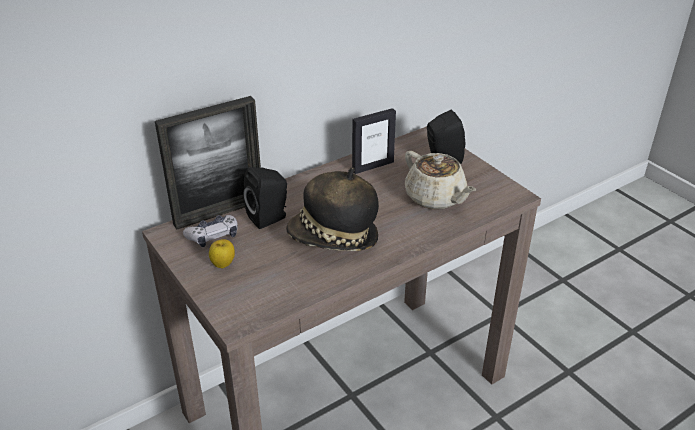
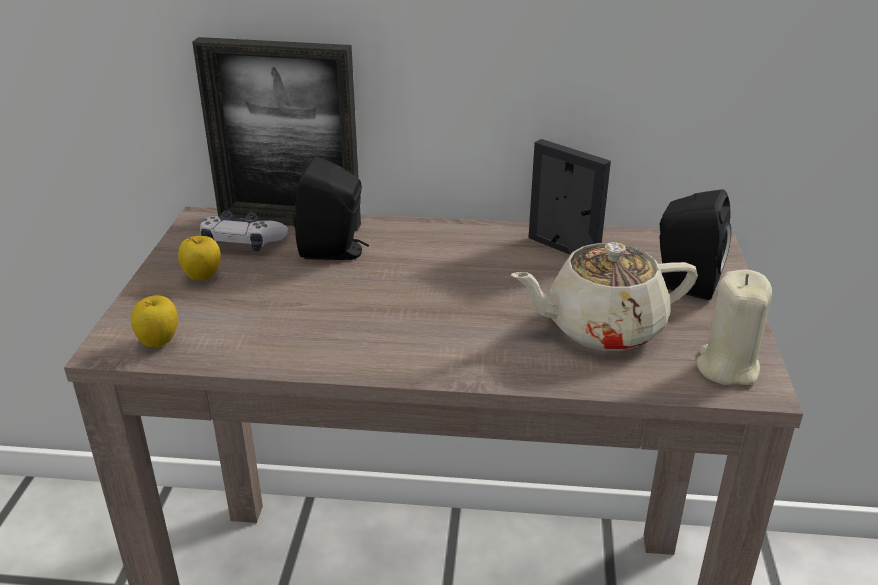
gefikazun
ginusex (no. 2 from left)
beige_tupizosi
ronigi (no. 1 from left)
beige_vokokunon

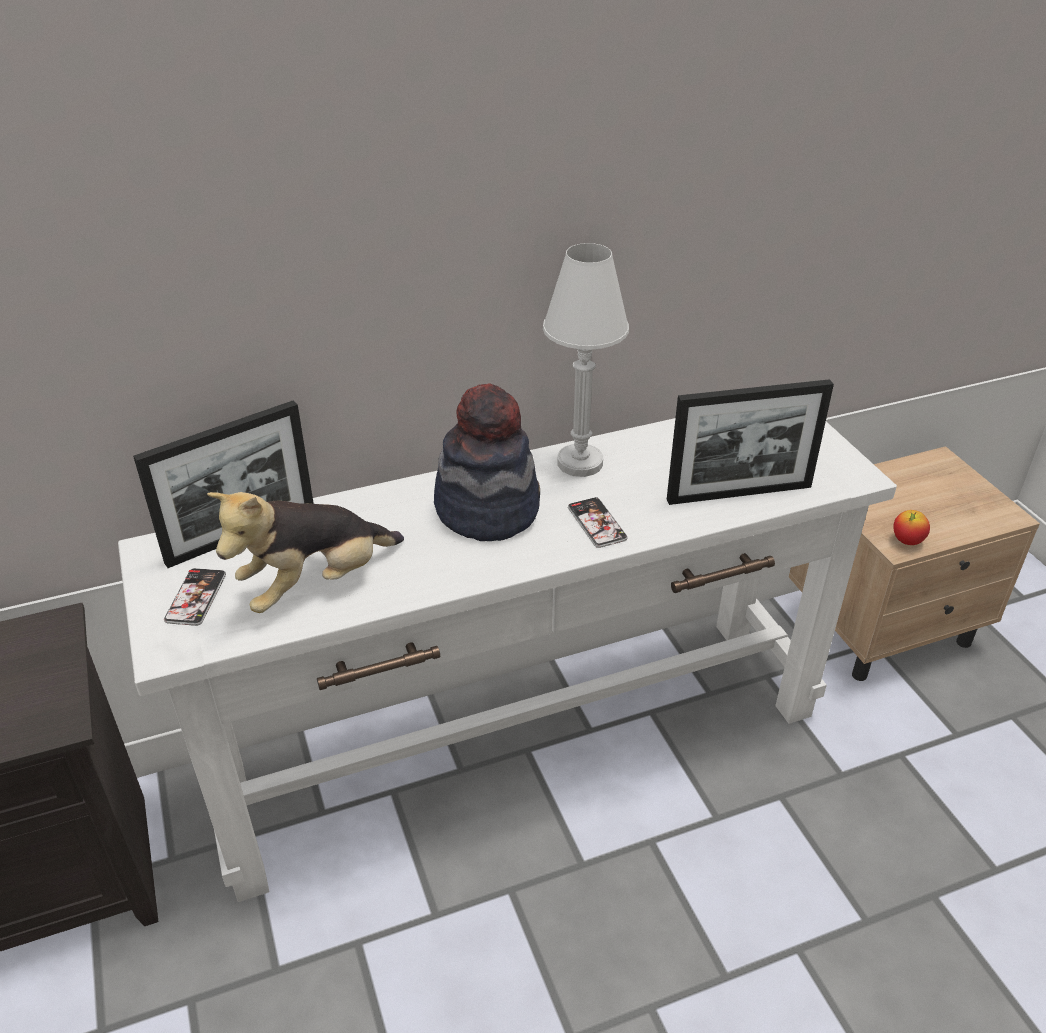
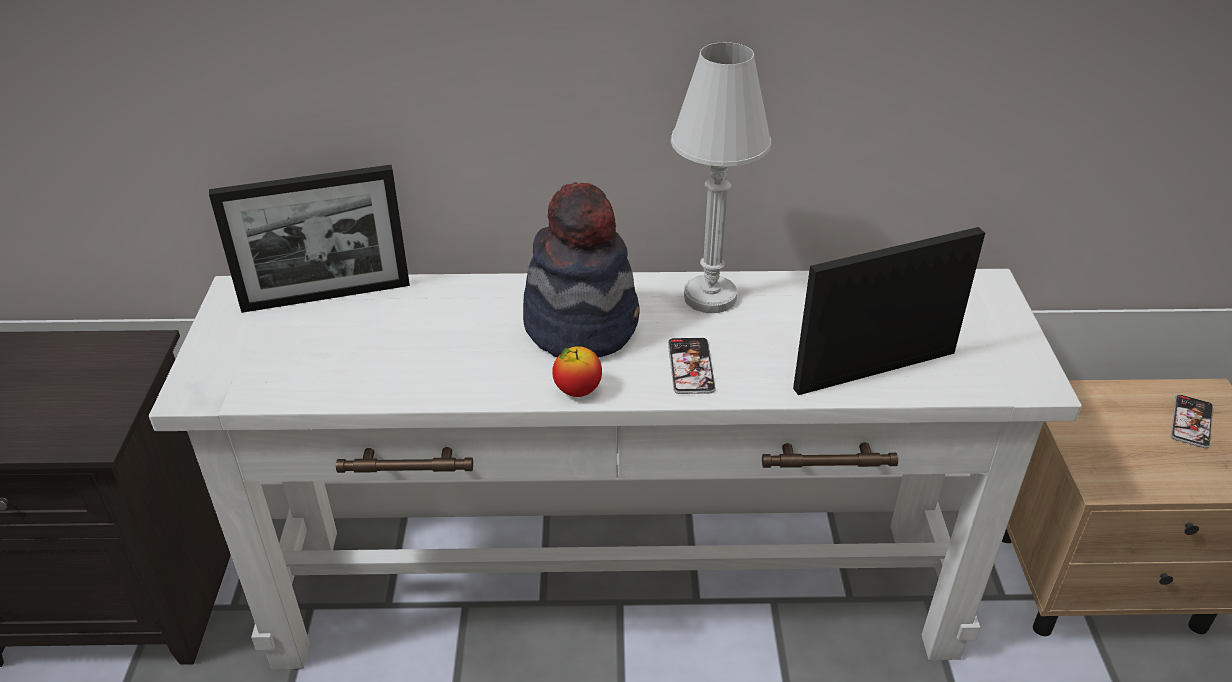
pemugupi (no. 2 from left)
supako
ginusex (no. 2 from left)
ronigi

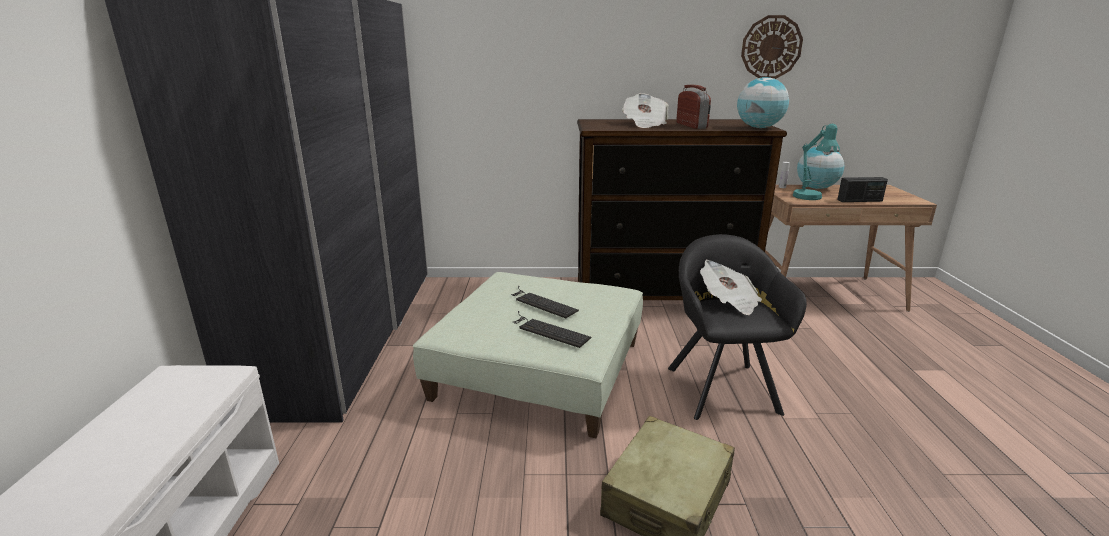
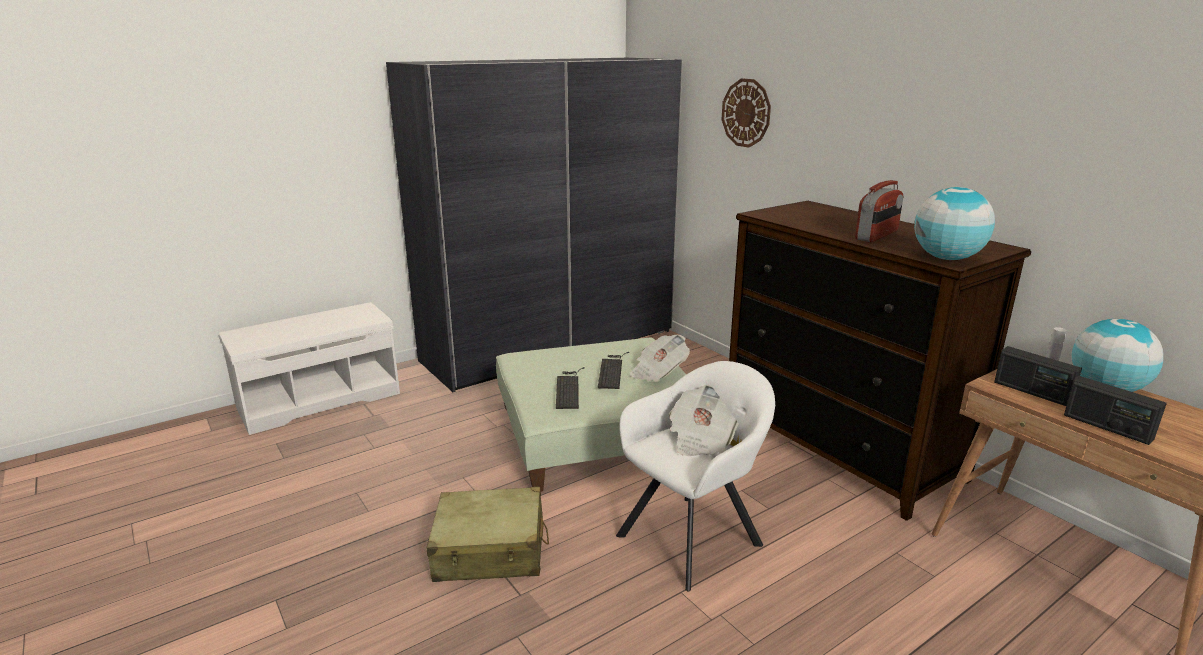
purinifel (no. 1 from left)
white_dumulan
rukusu
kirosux (no. 2 from left)

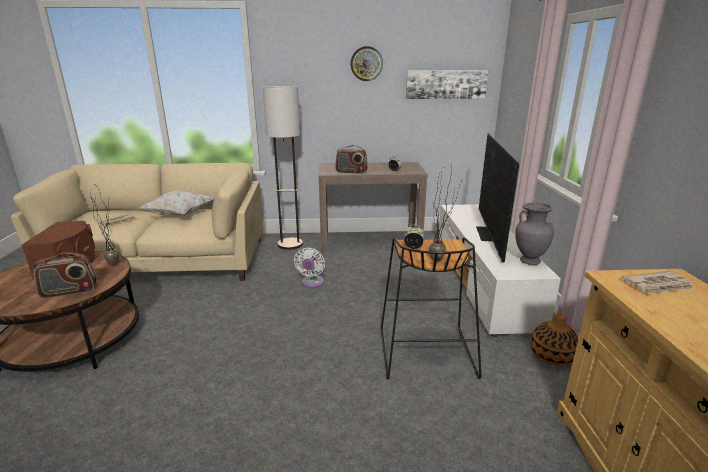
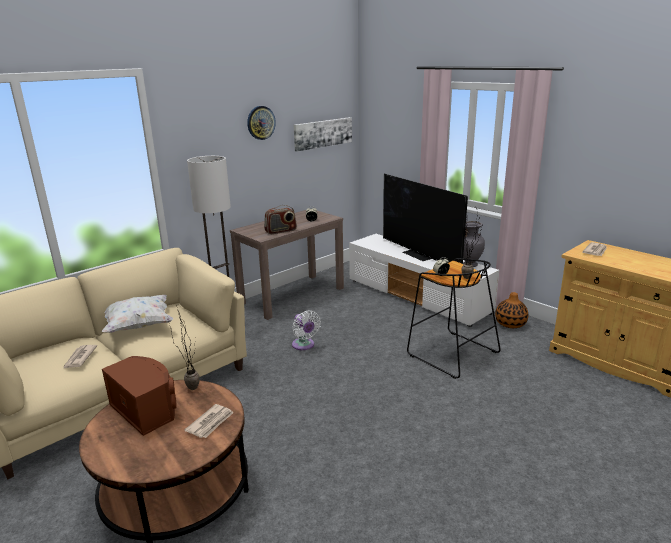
purinifel (no. 2 from left)

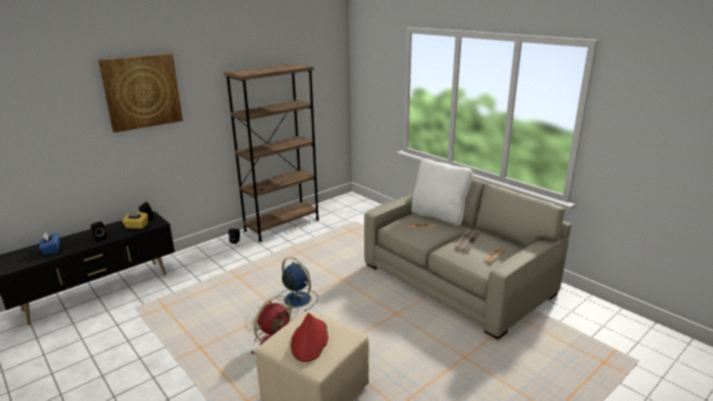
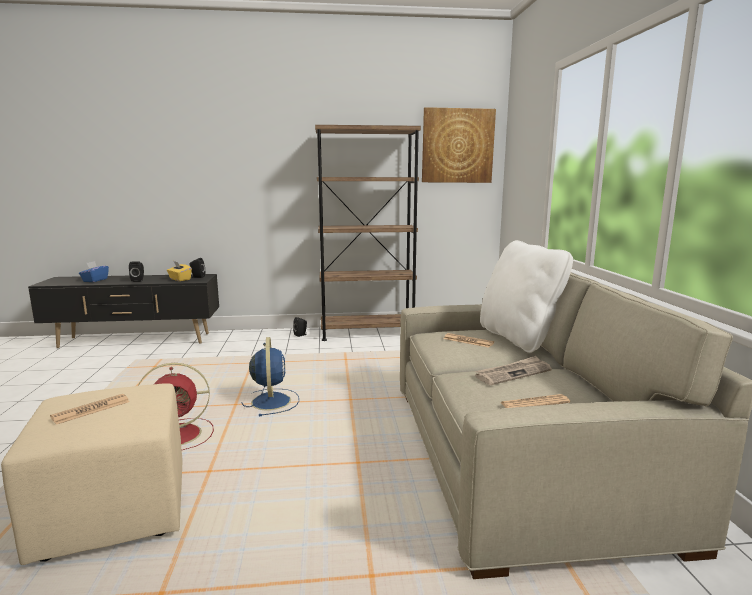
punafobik
purinifel (no. 1 from left)

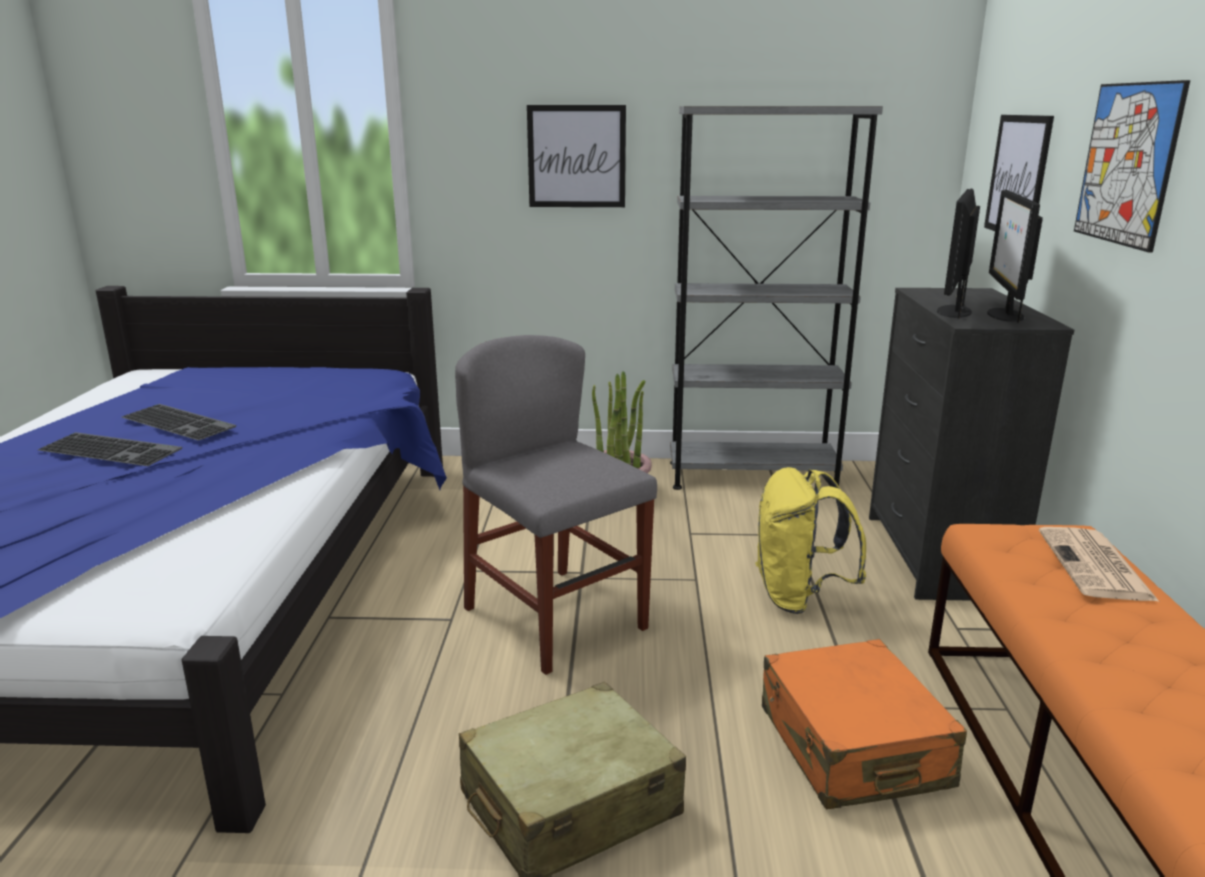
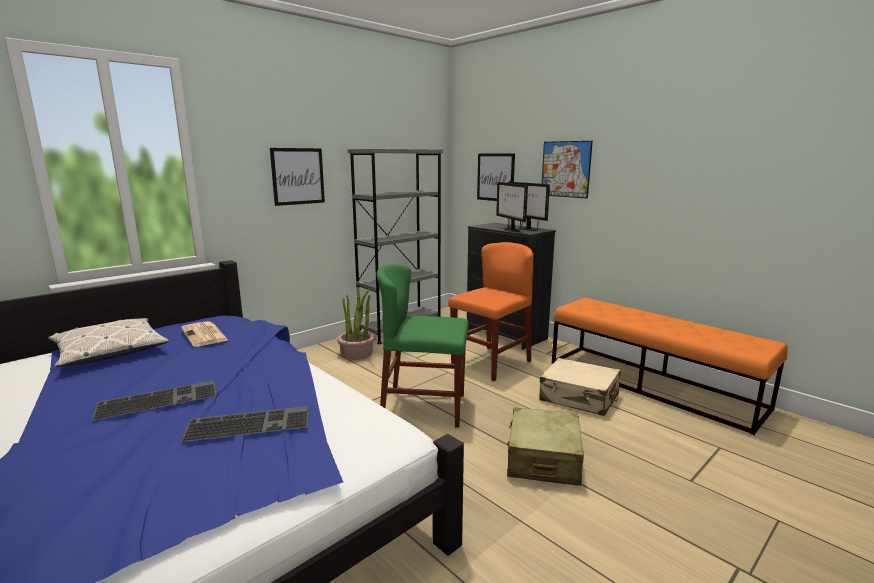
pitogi (no. 2 from left)
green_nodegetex
orange_nodegetex
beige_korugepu (no. 2 from left)
purinifel
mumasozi

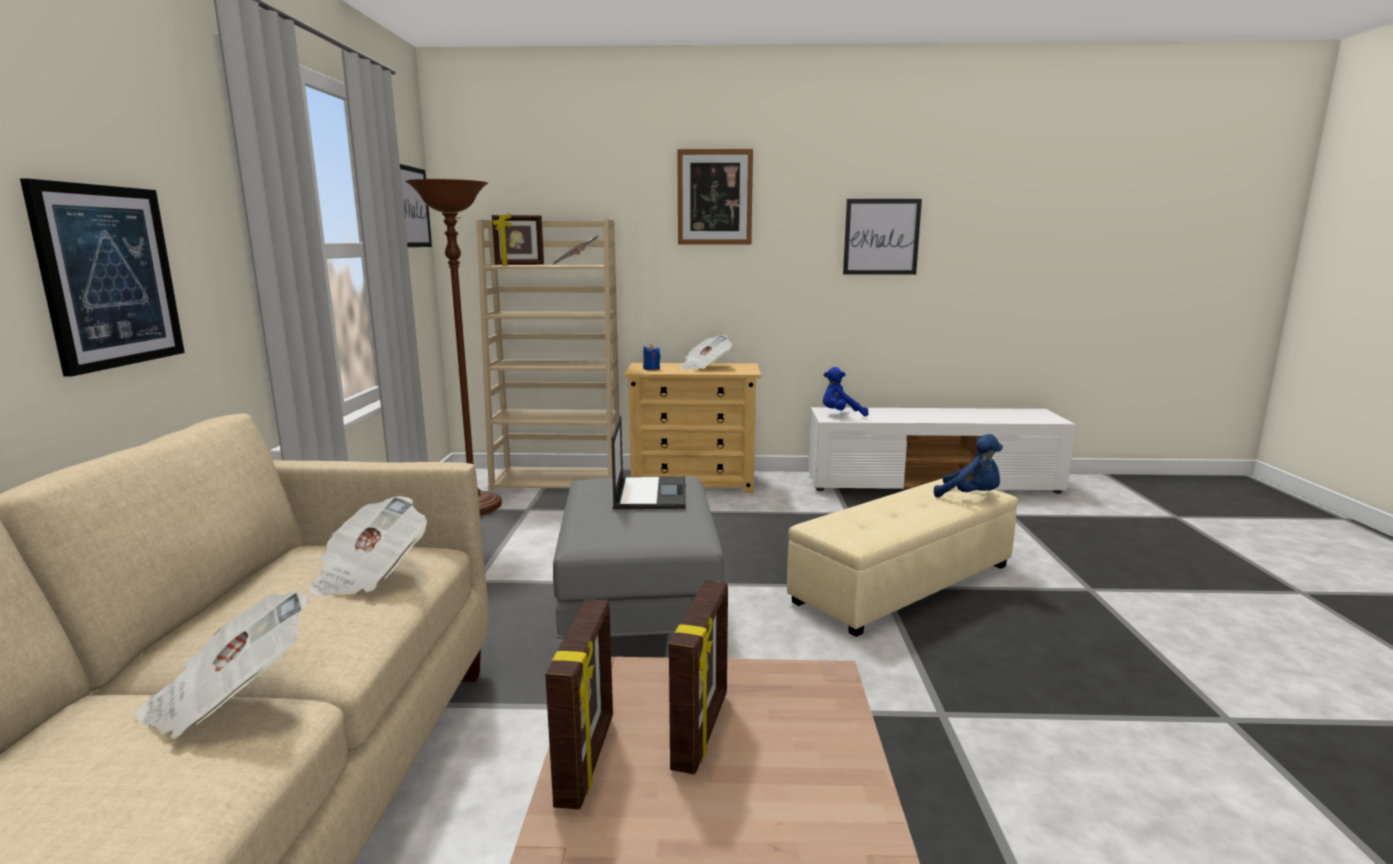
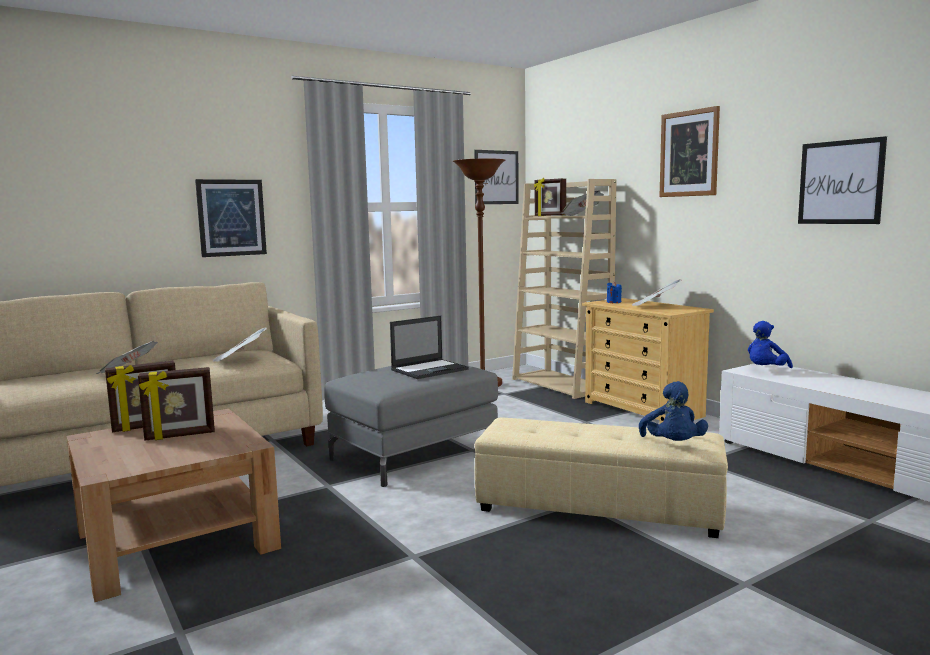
blue_supako (no. 2 from left)

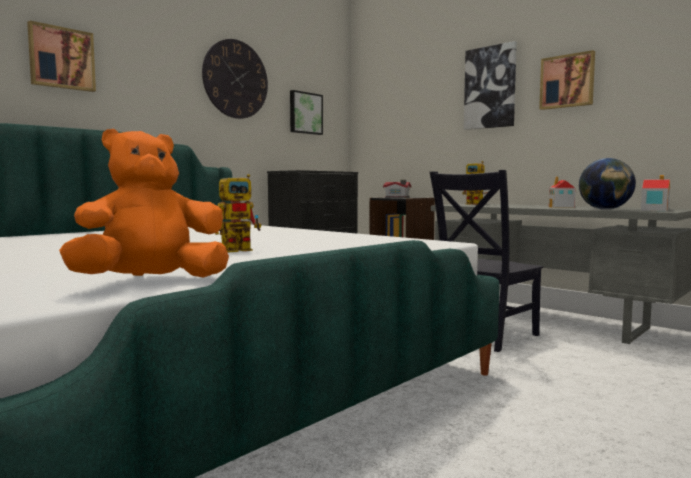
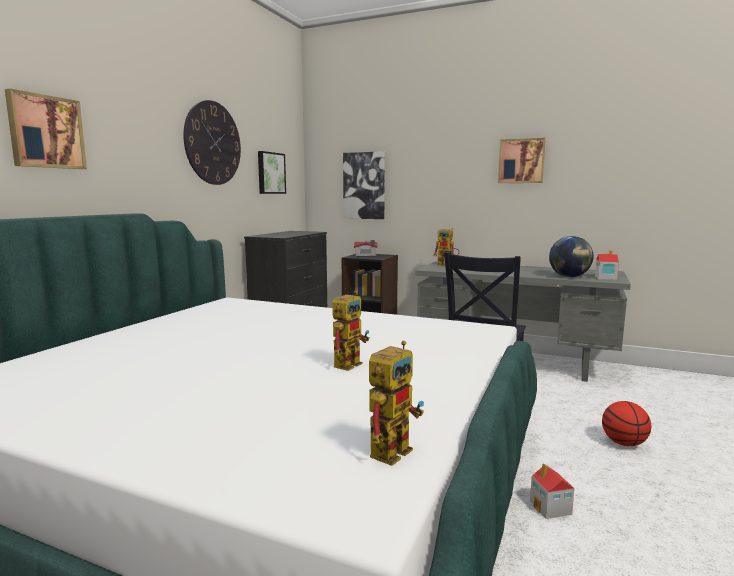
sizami (no. 2 from left)
punafobik (no. 3 from left)
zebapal (no. 2 from left)
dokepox

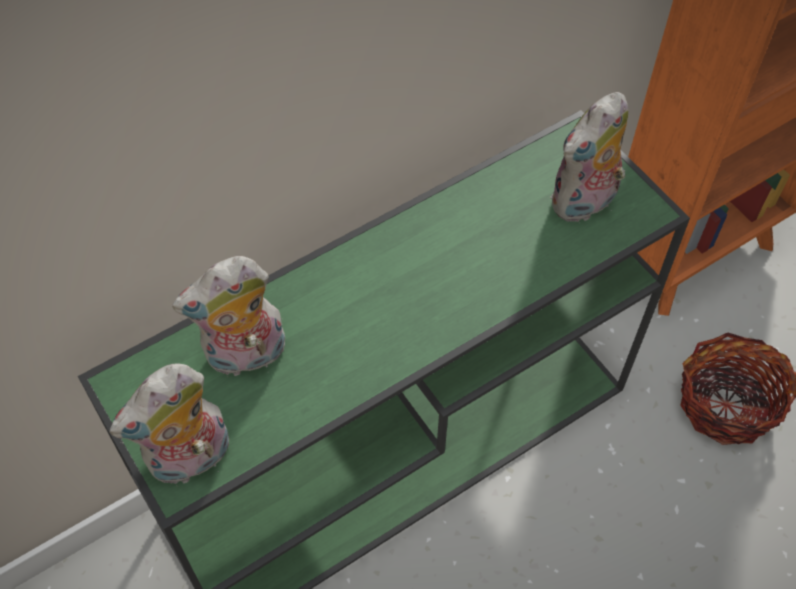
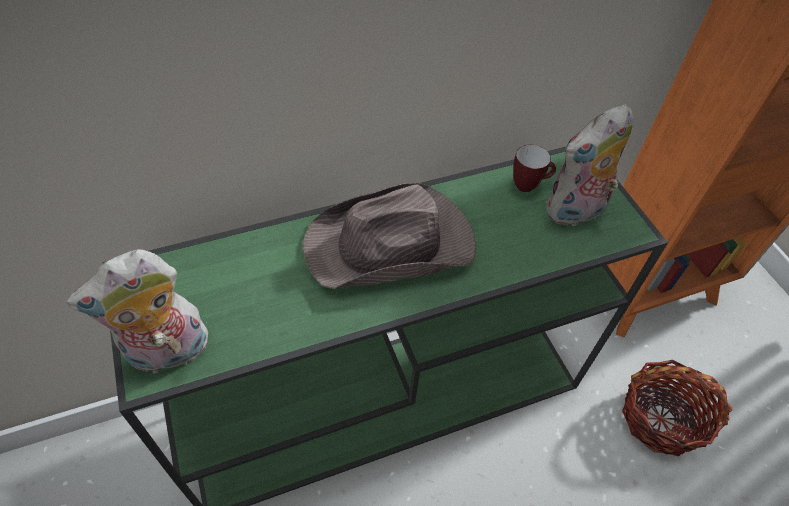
supako (no. 2 from left in the first image)
brown_gefikazun
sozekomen

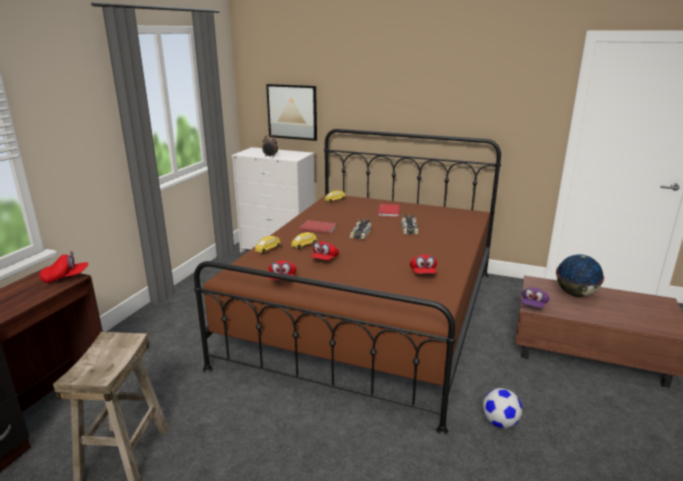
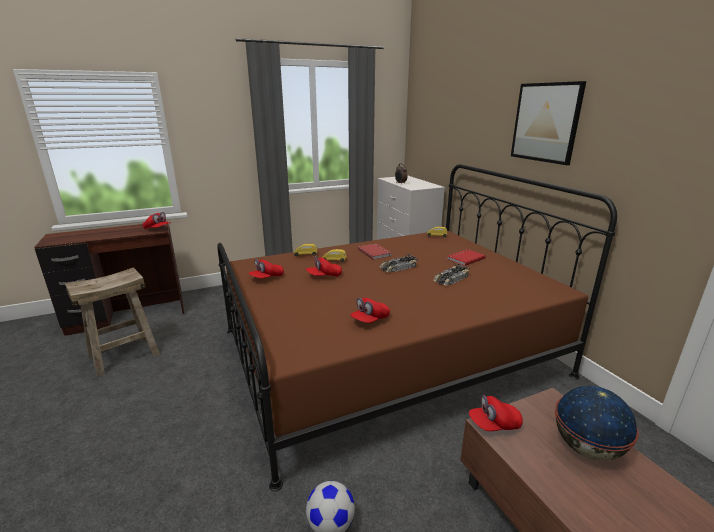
punafobik
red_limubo (no. 5 from left)

